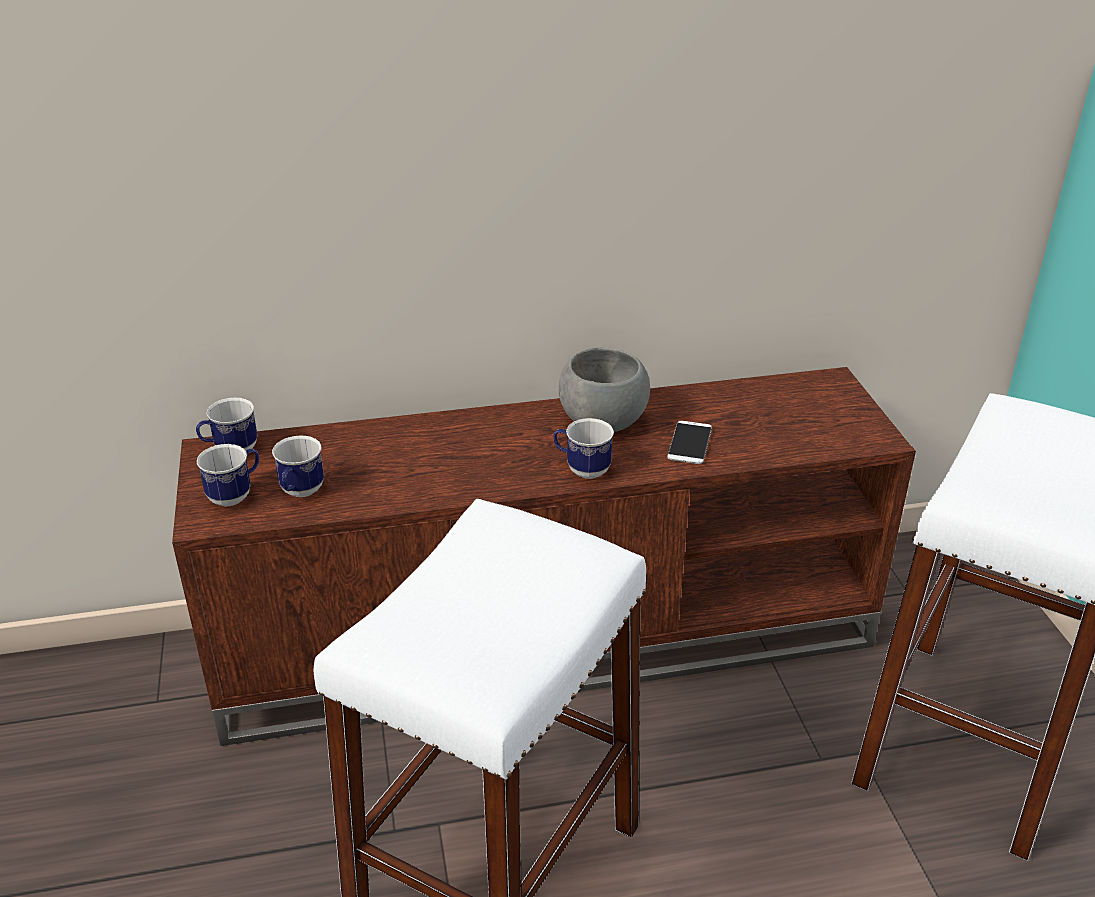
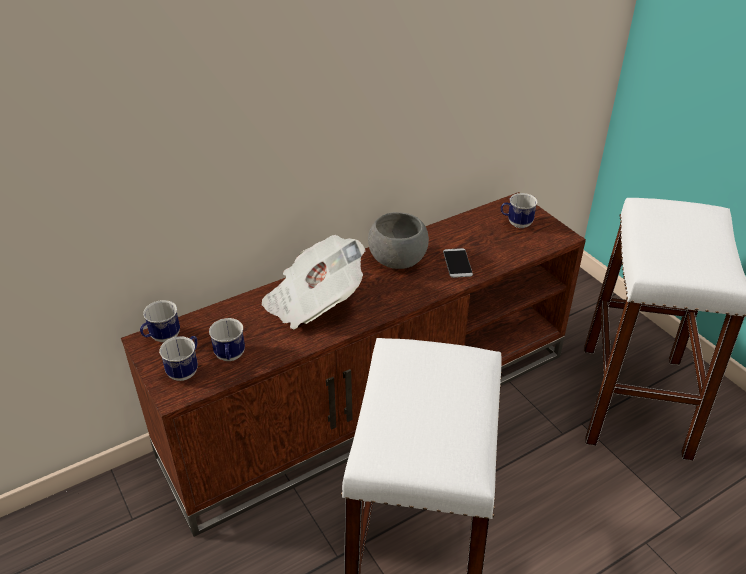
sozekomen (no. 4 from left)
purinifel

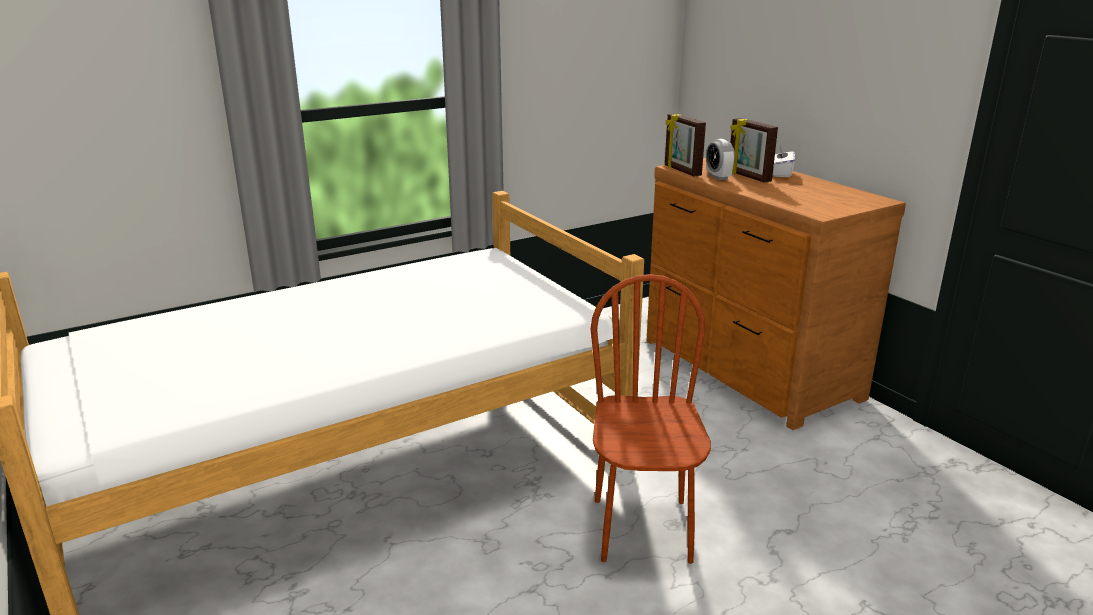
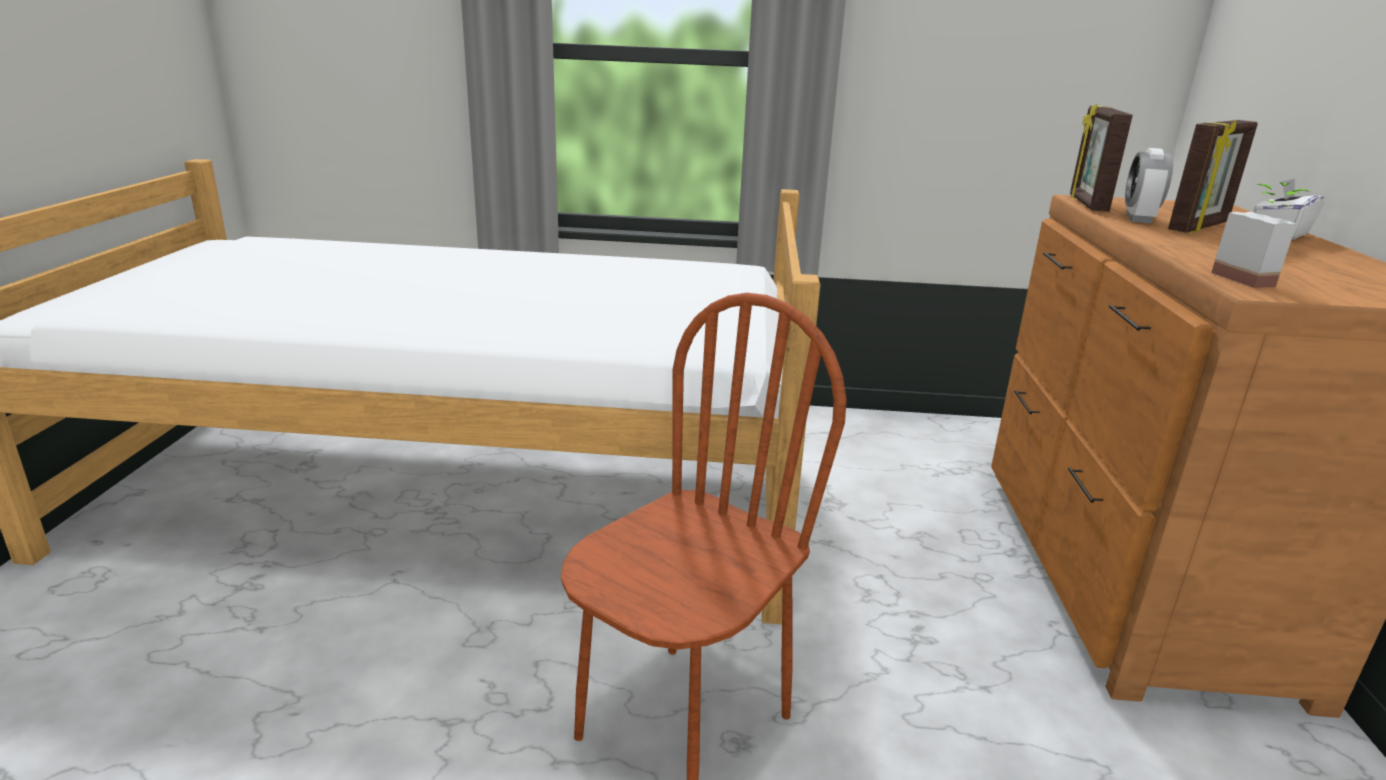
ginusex (no. 2 from left)
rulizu

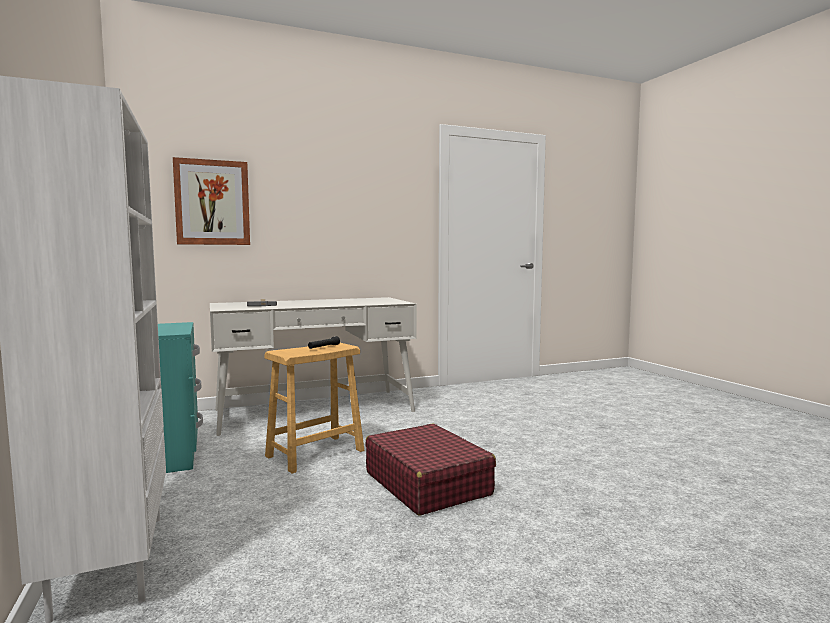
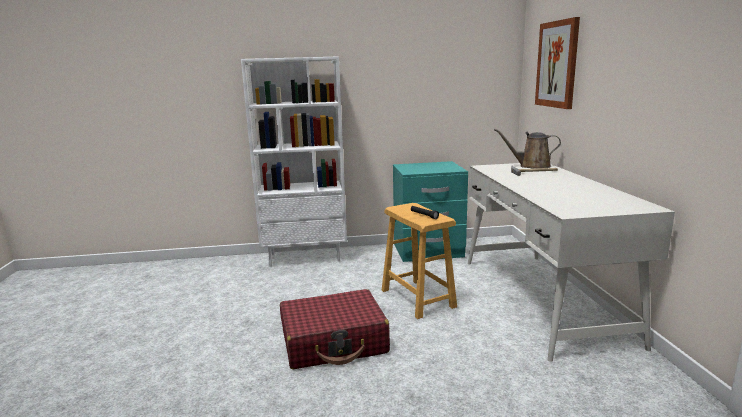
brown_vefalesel

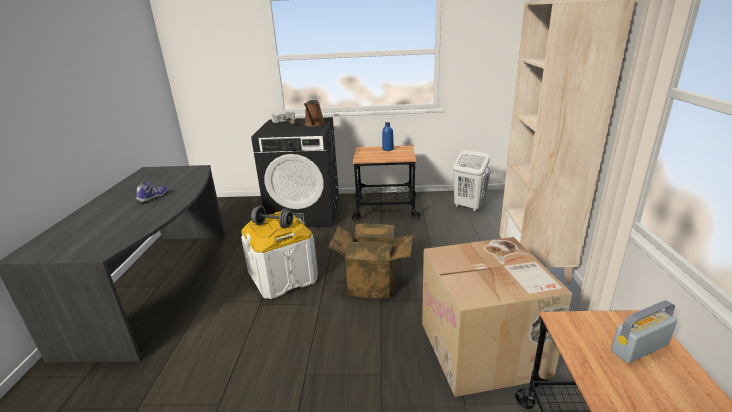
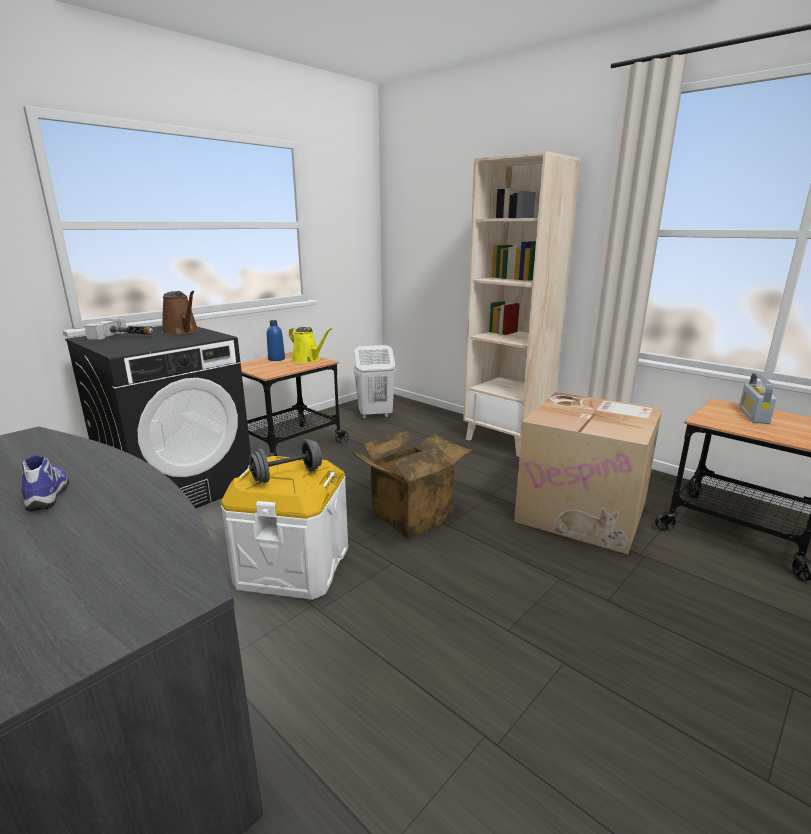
yellow_vefalesel

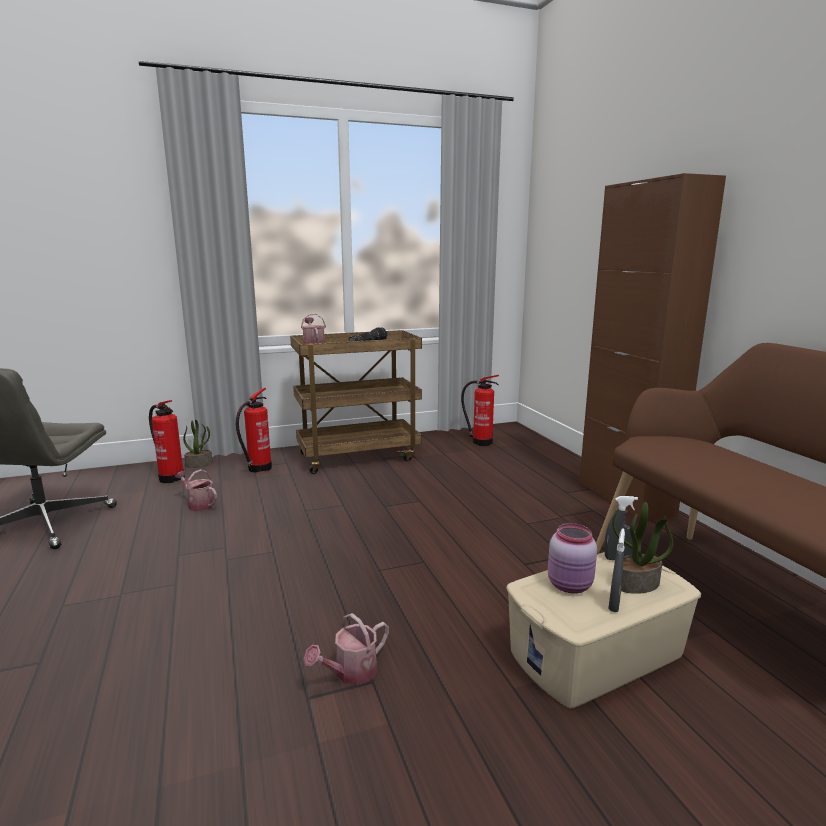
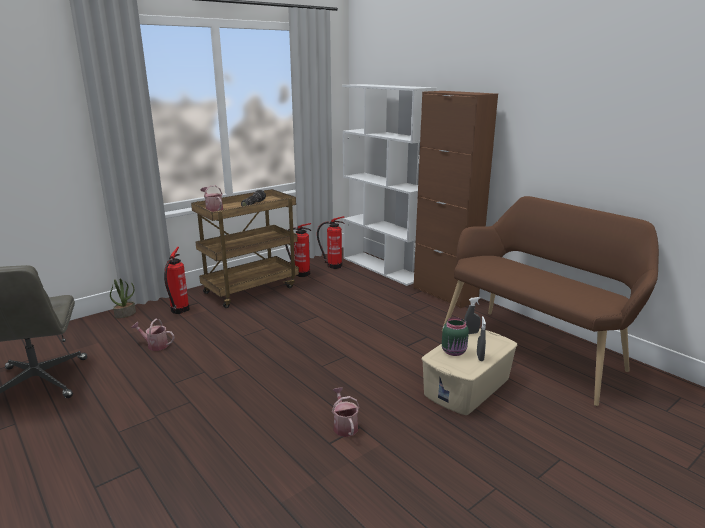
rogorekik (no. 2 from left)
vefalesel (no. 3 from left)
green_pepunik
rulizu (no. 2 from left in the first image)
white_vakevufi

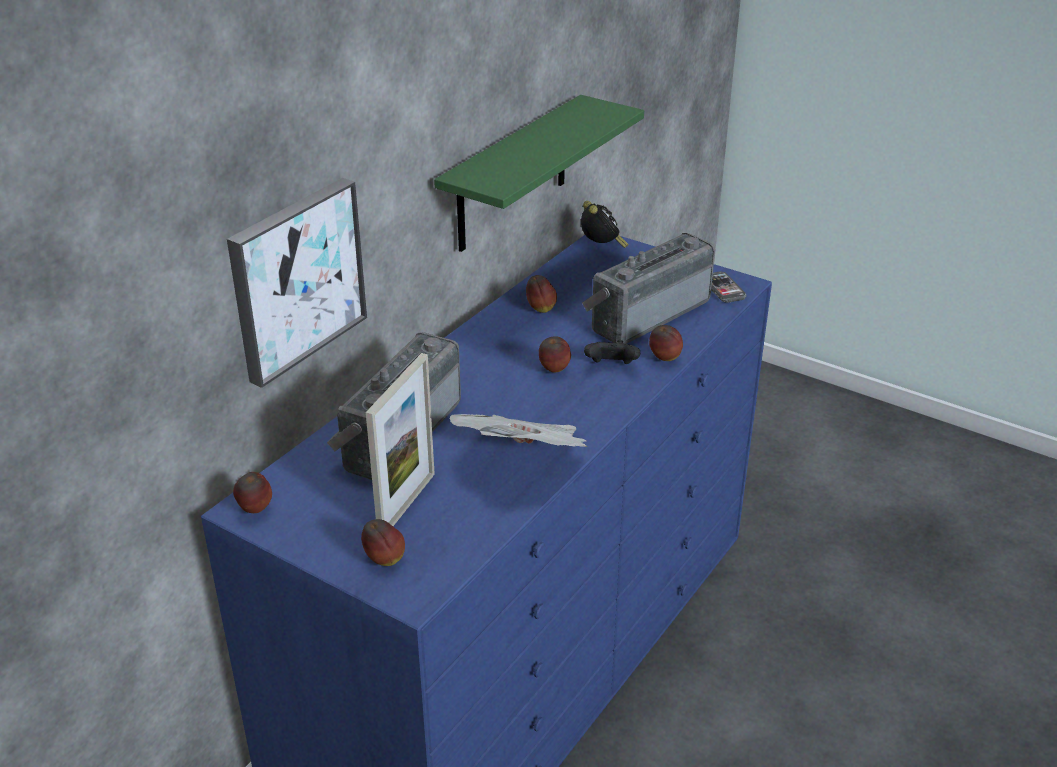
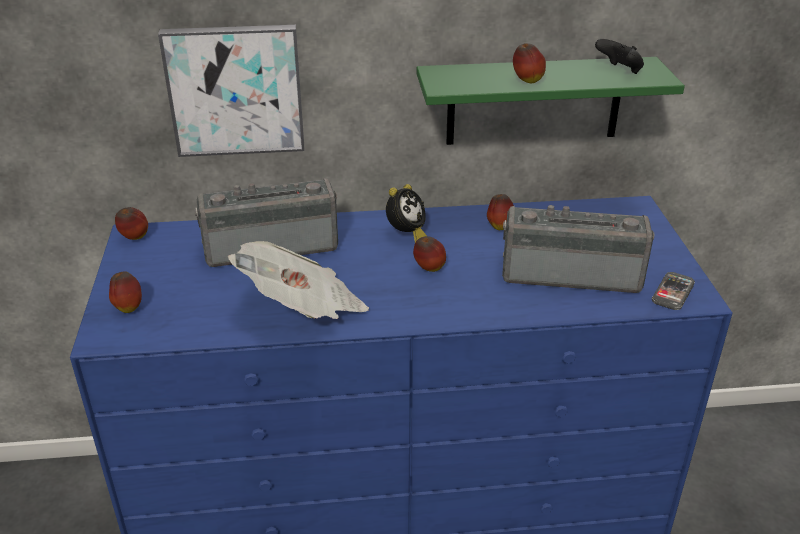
ginusex
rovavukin
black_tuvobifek
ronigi (no. 5 from left)

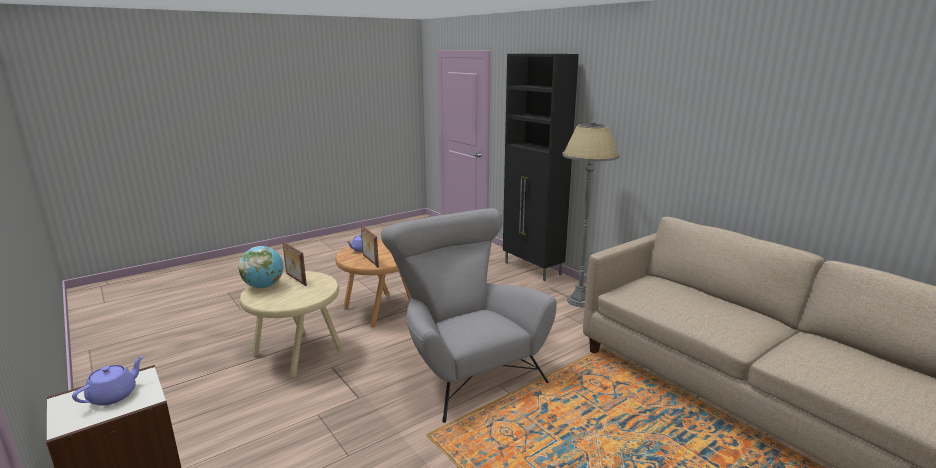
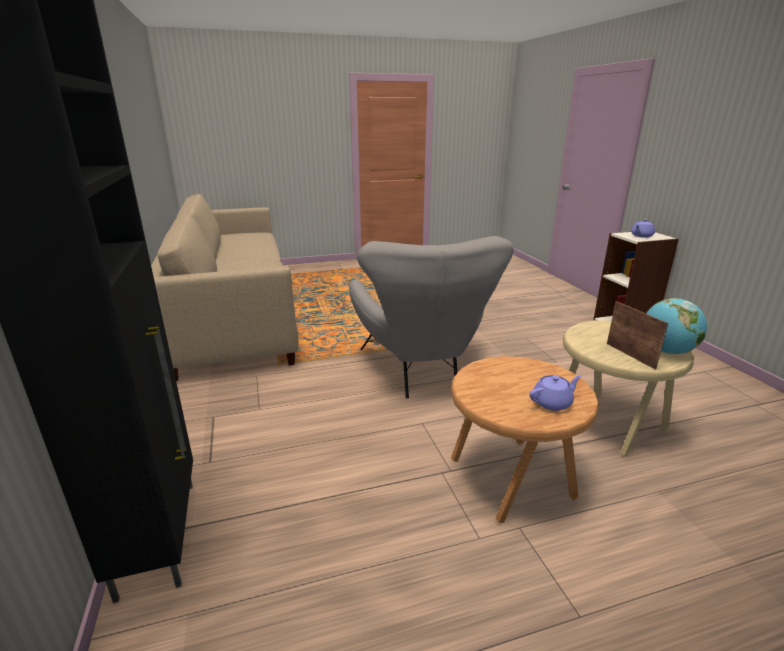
ginusex (no. 2 from left in the first image)
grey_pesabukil

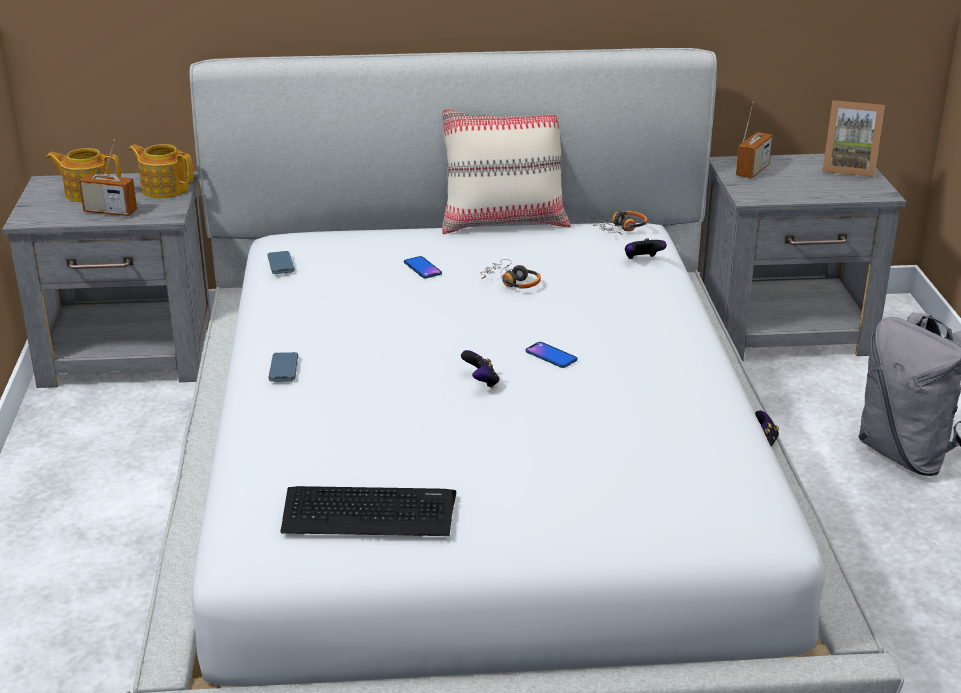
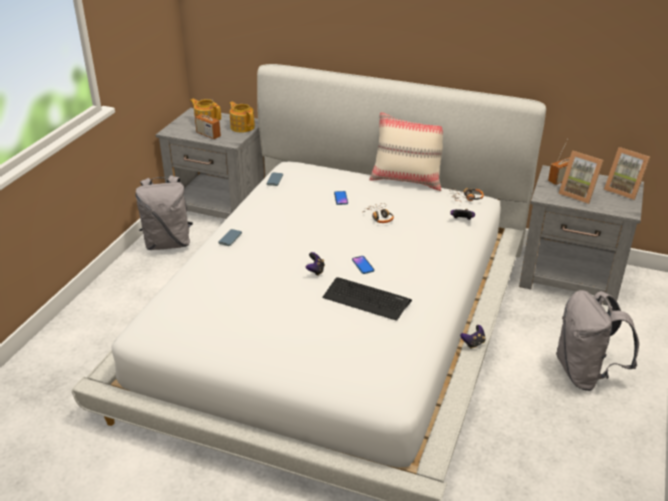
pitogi
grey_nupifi (no. 1 from left)
ginusex (no. 1 from left)

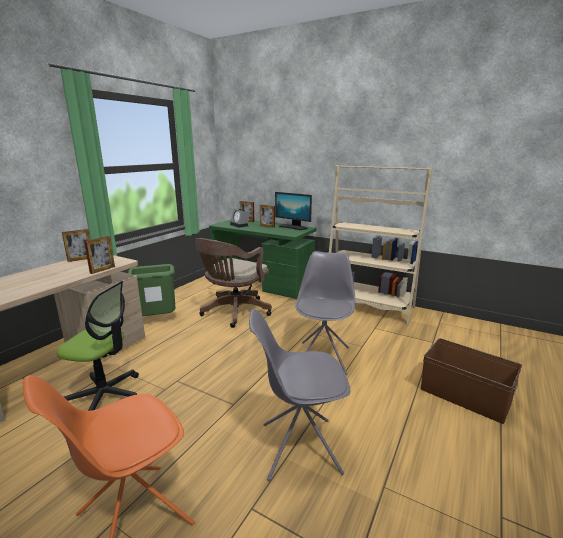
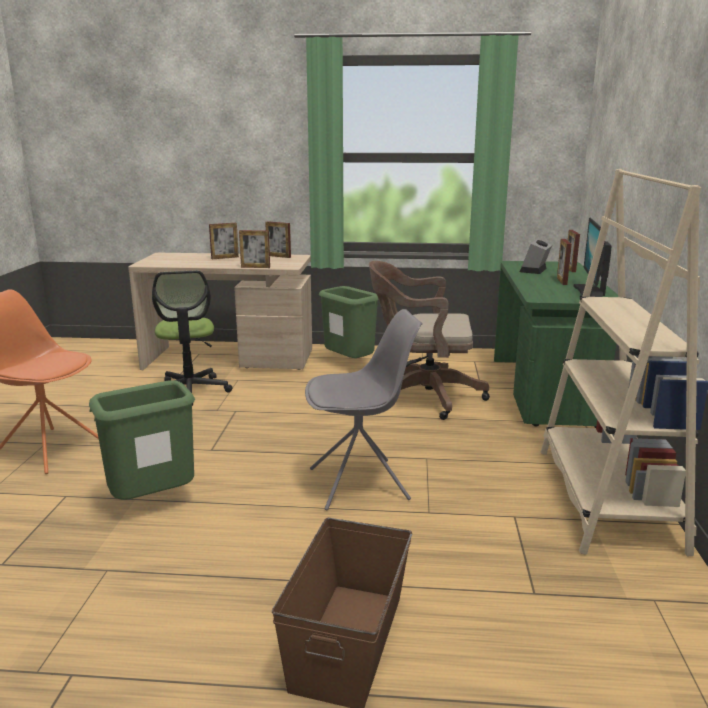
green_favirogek (no. 1 from left)
ginusex (no. 1 from left)

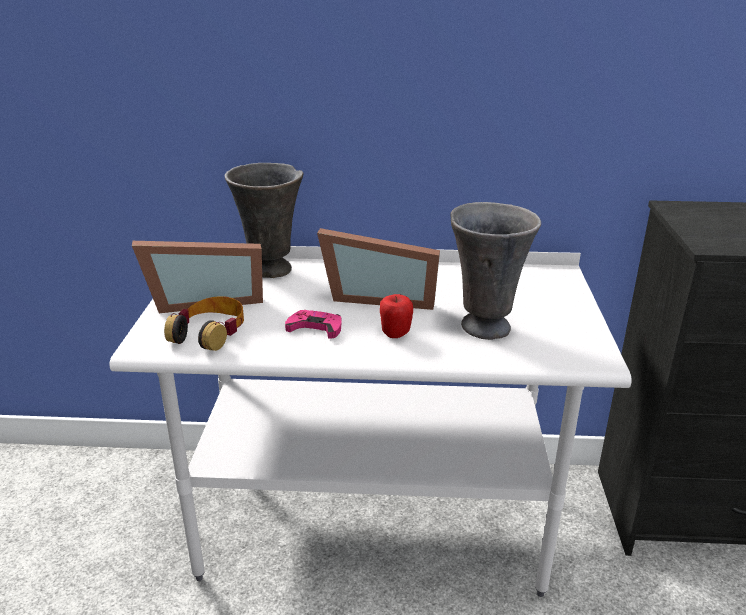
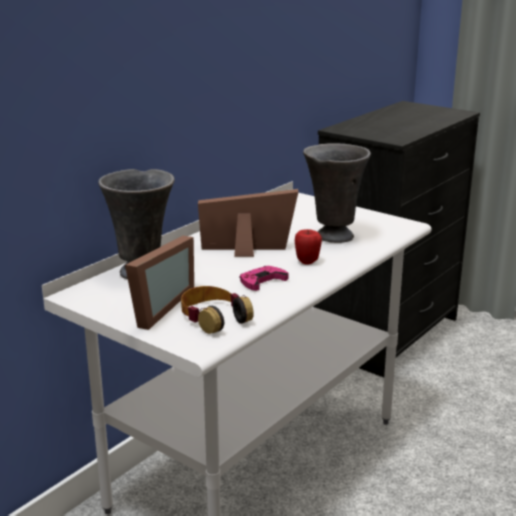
ginusex (no. 2 from left)

